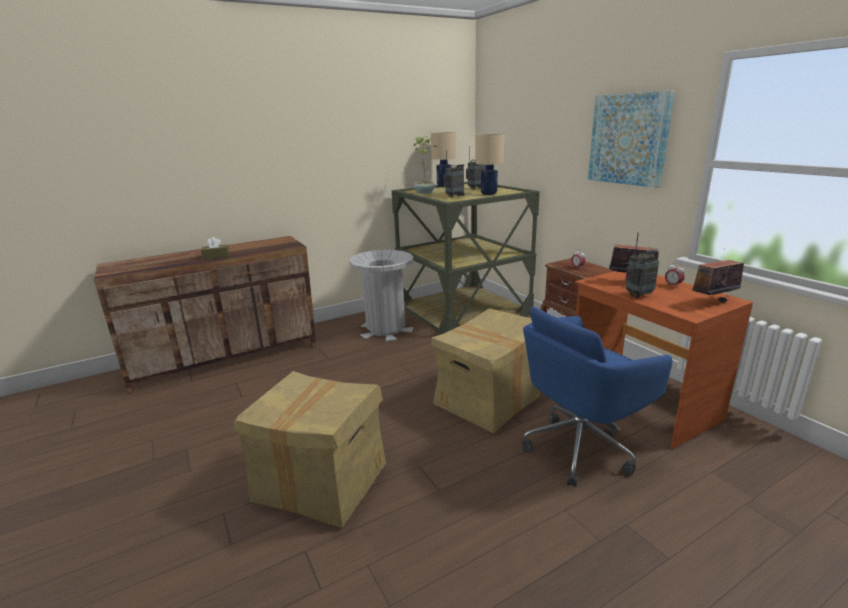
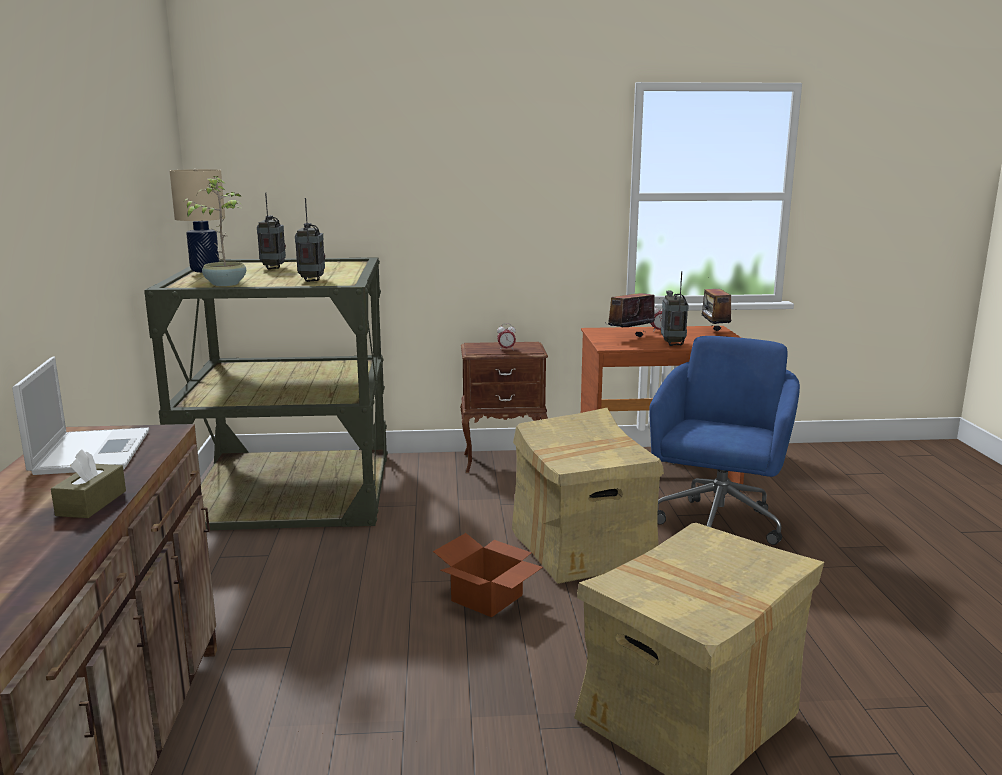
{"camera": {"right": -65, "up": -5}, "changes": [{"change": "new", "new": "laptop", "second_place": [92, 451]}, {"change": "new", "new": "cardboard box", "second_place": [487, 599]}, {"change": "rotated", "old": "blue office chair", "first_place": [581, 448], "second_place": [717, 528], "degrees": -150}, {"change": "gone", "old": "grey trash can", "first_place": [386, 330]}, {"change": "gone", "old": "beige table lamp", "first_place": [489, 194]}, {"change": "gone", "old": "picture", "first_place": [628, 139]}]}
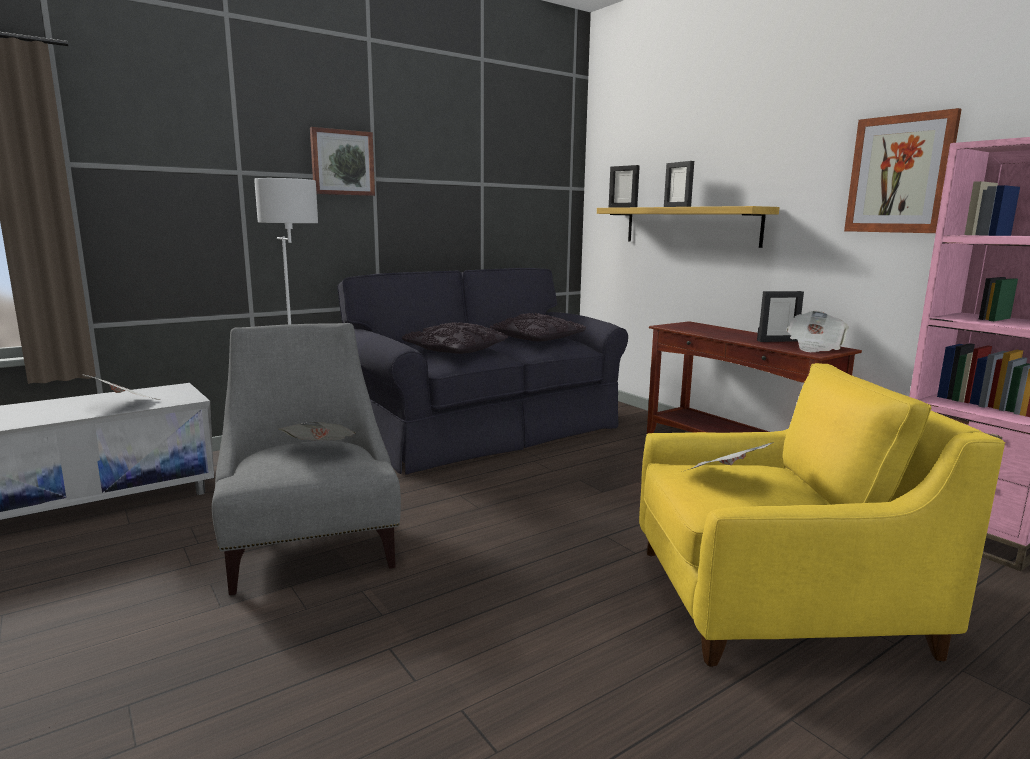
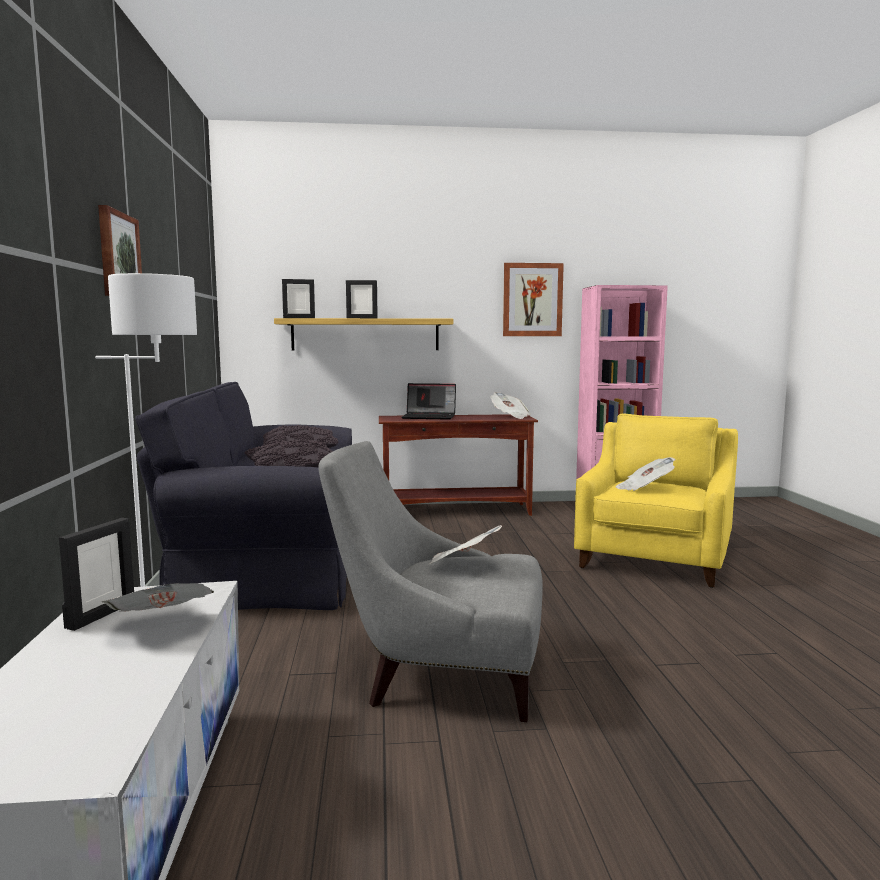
{"camera": {"right": -60, "up": -5}, "changes": [{"change": "shifted", "old": "picture frame", "first_place": [777, 341], "second_place": [101, 614]}, {"change": "new", "new": "laptop", "second_place": [430, 417]}]}
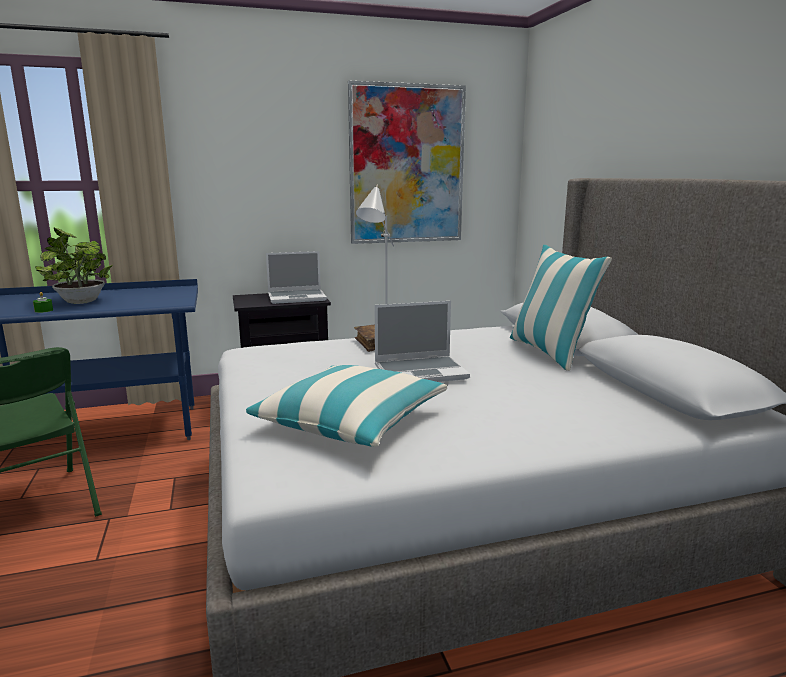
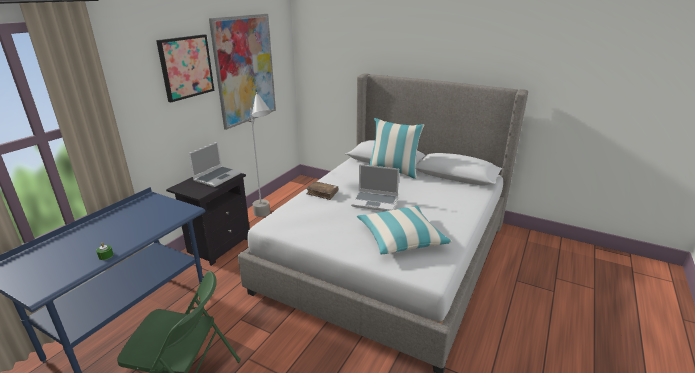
{"camera": {"right": -45, "up": 10}, "changes": [{"change": "new", "new": "picture", "second_place": [186, 67]}, {"change": "rotated", "old": "laptop", "first_place": [421, 372], "second_place": [375, 202], "degrees": 75}, {"change": "gone", "old": "potted plant", "first_place": [79, 301]}]}
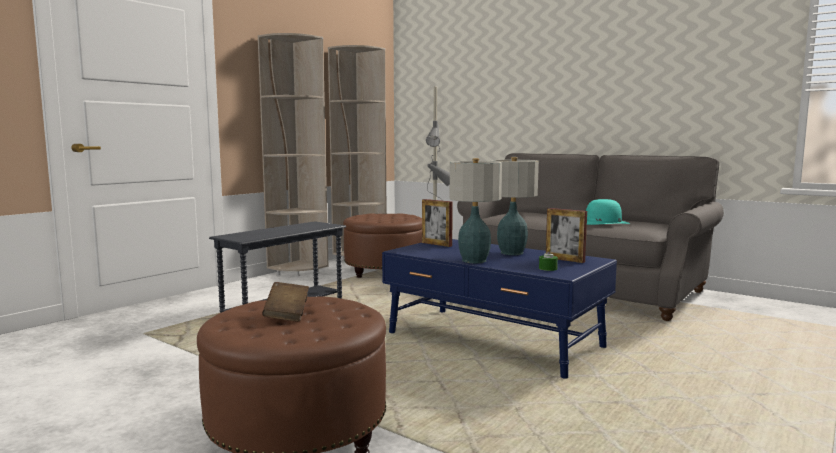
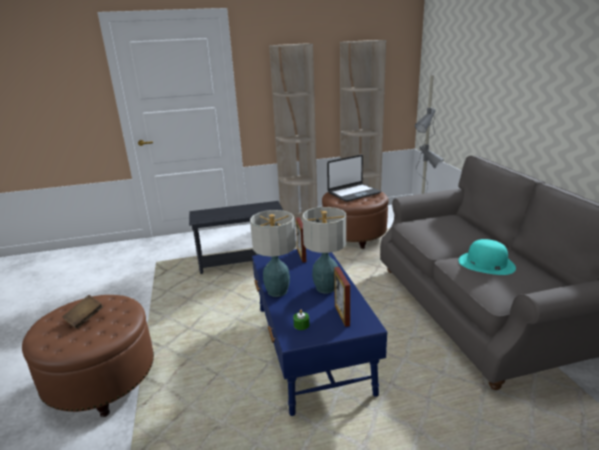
{"camera": {"right": 40, "up": 15}, "changes": [{"change": "new", "new": "laptop", "second_place": [353, 193]}]}
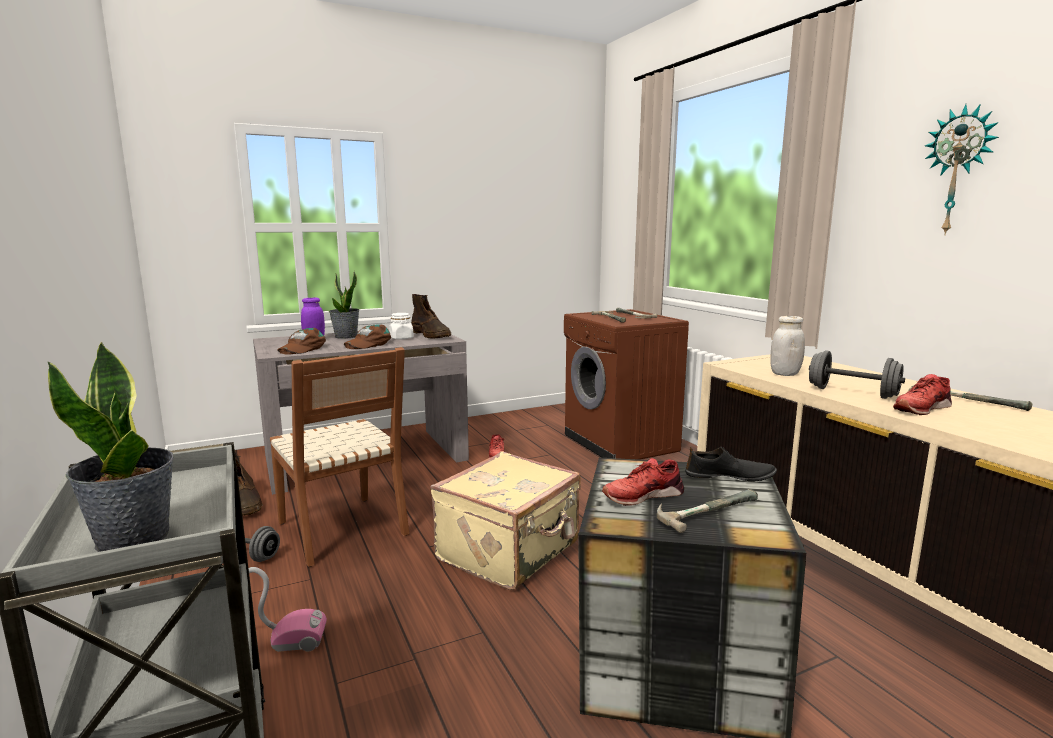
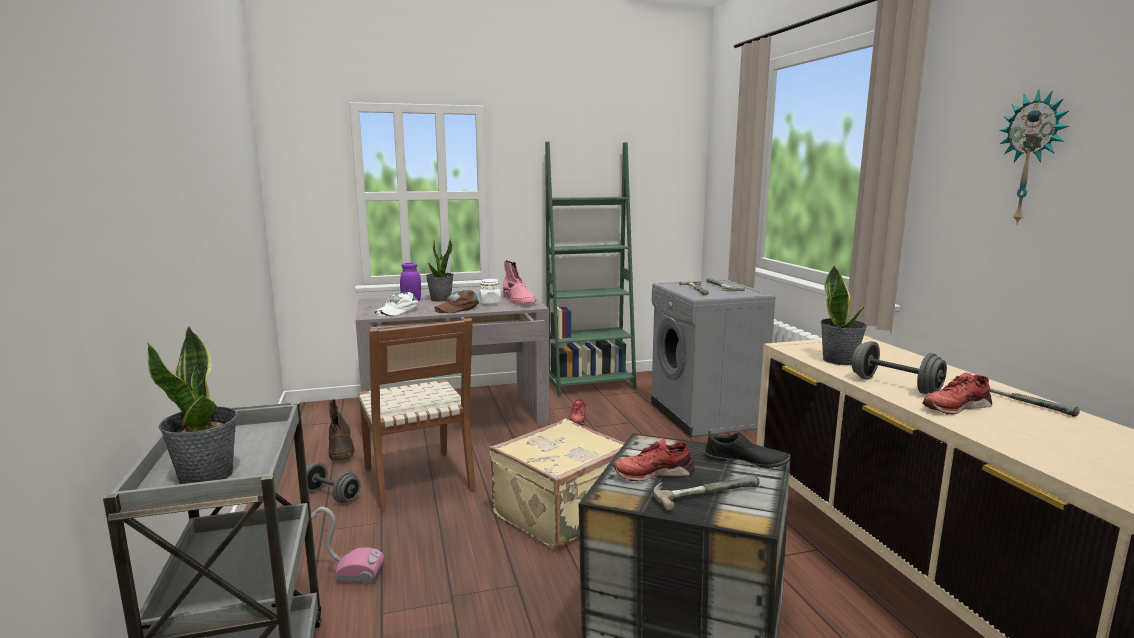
{"camera": {"right": 10, "up": 0}, "changes": [{"change": "repainted", "old": "brown cap", "new": "white cap", "first_place": [302, 349], "second_place": [397, 311]}, {"change": "repainted", "old": "brown boot", "new": "pink boot", "first_place": [431, 335], "second_place": [519, 301]}, {"change": "new", "new": "green bookcase", "second_place": [590, 385]}, {"change": "repainted", "old": "brown washing machine", "new": "grey washing machine", "first_place": [618, 443], "second_place": [703, 416]}, {"change": "swapped", "old": "white jar", "new": "potted plant", "first_place": [784, 374], "second_place": [839, 360]}]}
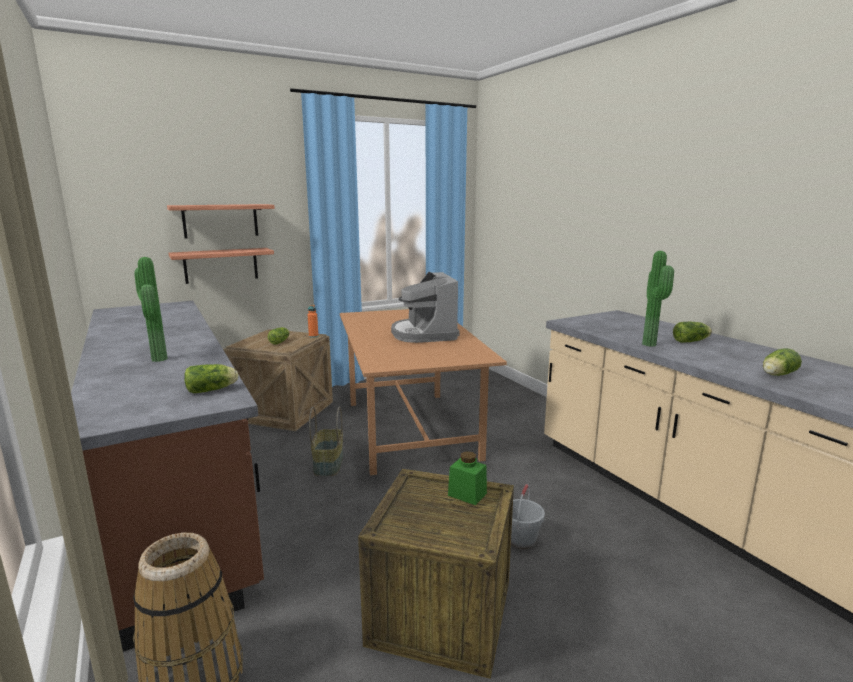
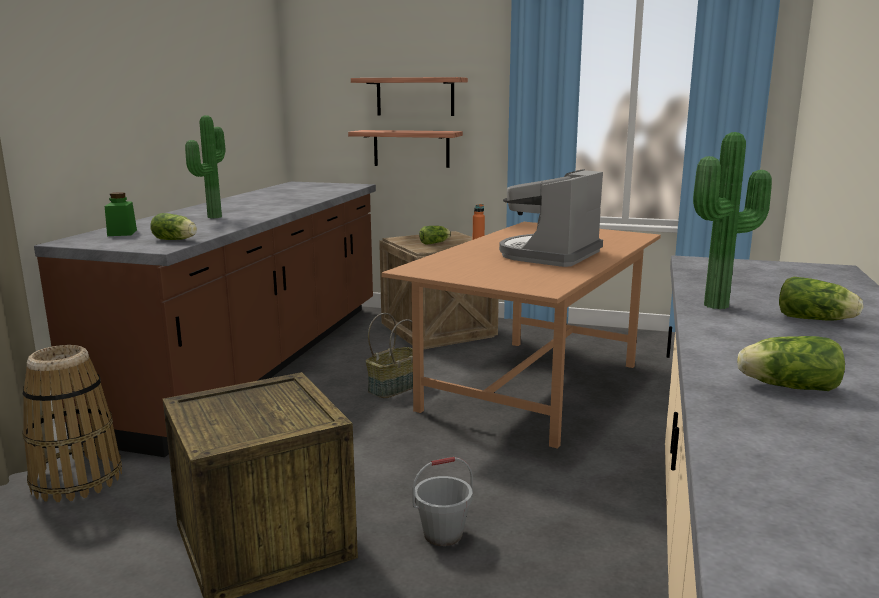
{"camera": {"right": 45, "up": 0}, "changes": [{"change": "shifted", "old": "green jar", "first_place": [467, 494], "second_place": [122, 233]}]}
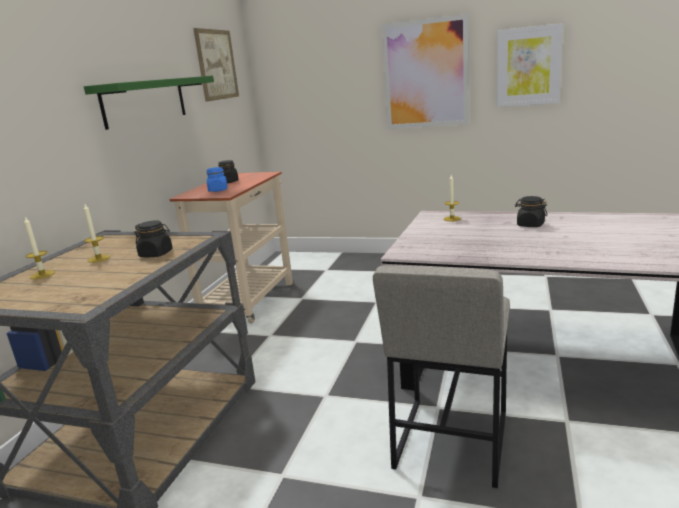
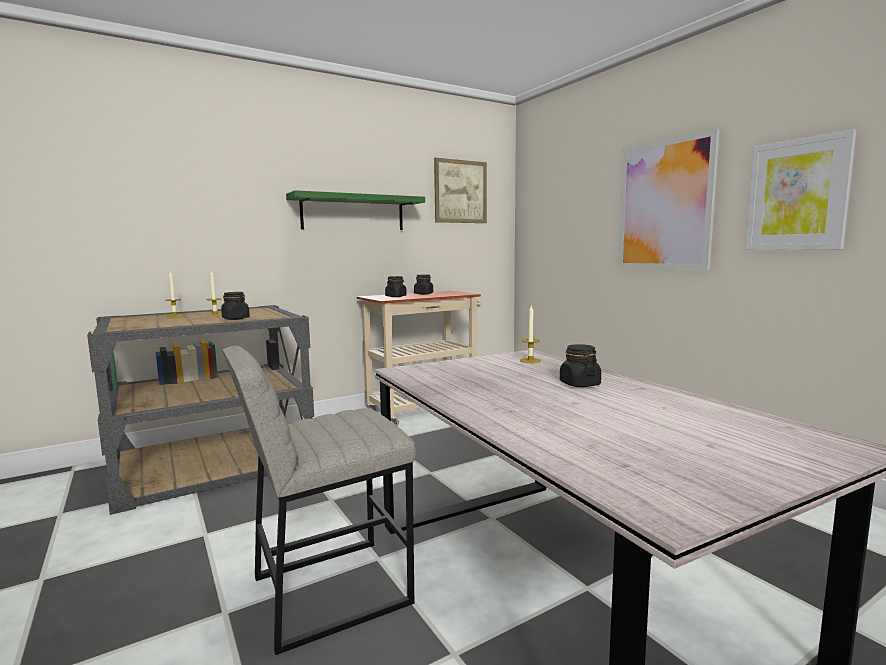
{"camera": {"right": 40, "up": -10}, "changes": [{"change": "repainted", "old": "blue jar", "new": "black jar", "first_place": [218, 190], "second_place": [396, 296]}]}
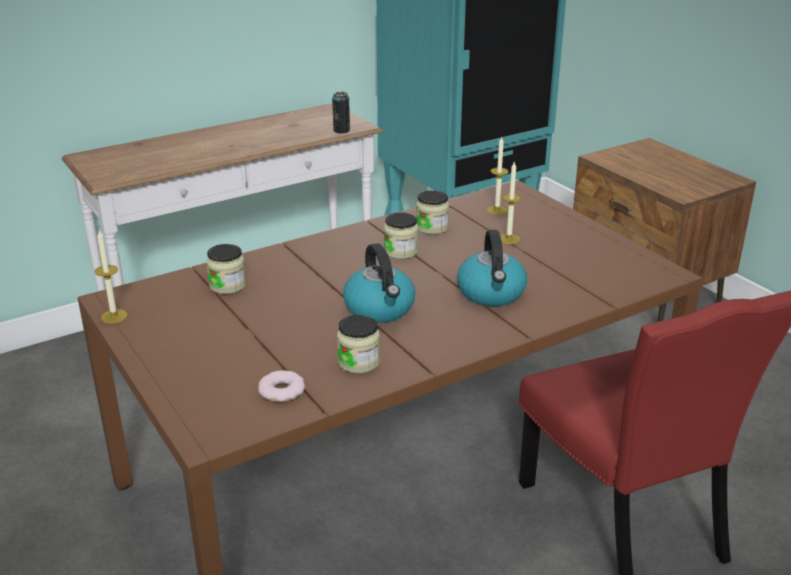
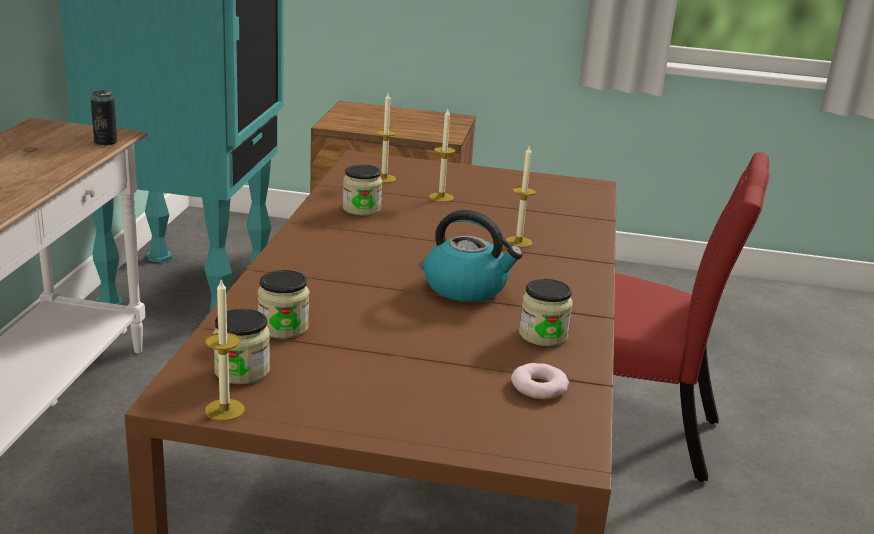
{"camera": {"right": -50, "up": -5}, "changes": [{"change": "shifted", "old": "jar", "first_place": [401, 251], "second_place": [242, 371]}, {"change": "swapped", "old": "kettle", "new": "candle", "first_place": [491, 293], "second_place": [518, 242]}]}
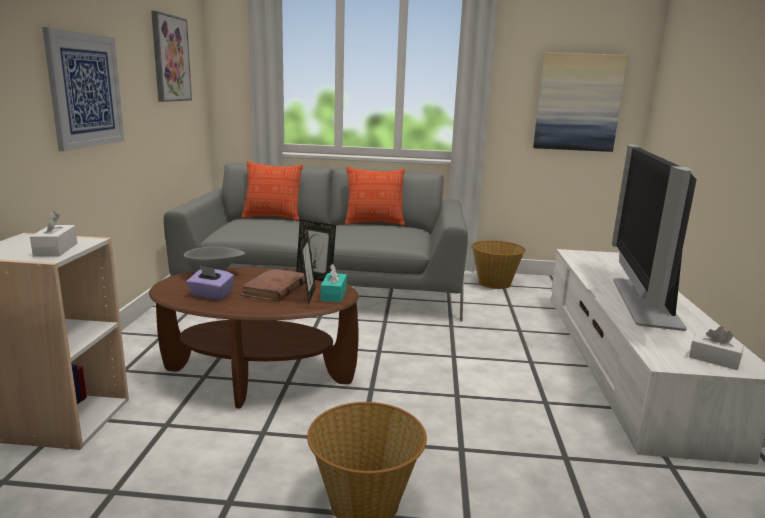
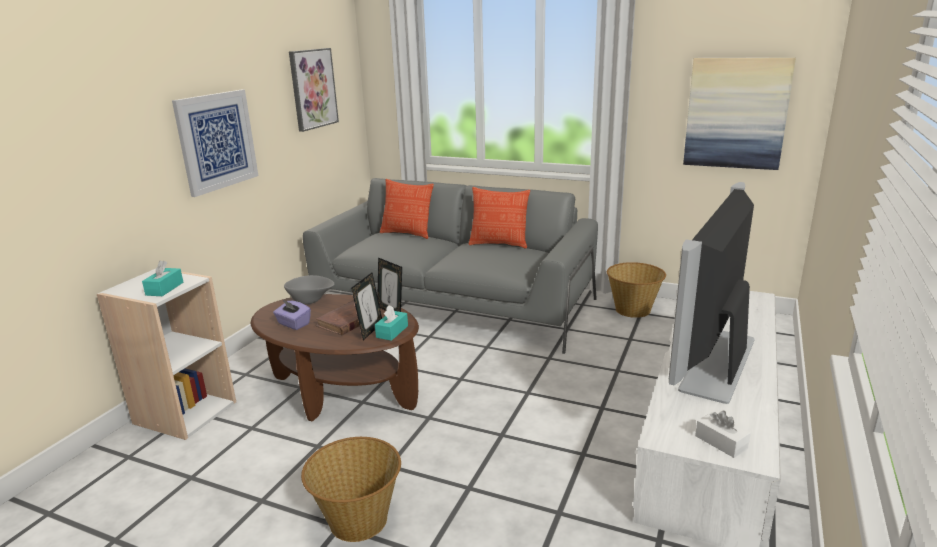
{"camera": {"right": 20, "up": 5}, "changes": [{"change": "repainted", "old": "white tissue box", "new": "turquoise tissue box", "first_place": [56, 250], "second_place": [164, 288]}]}
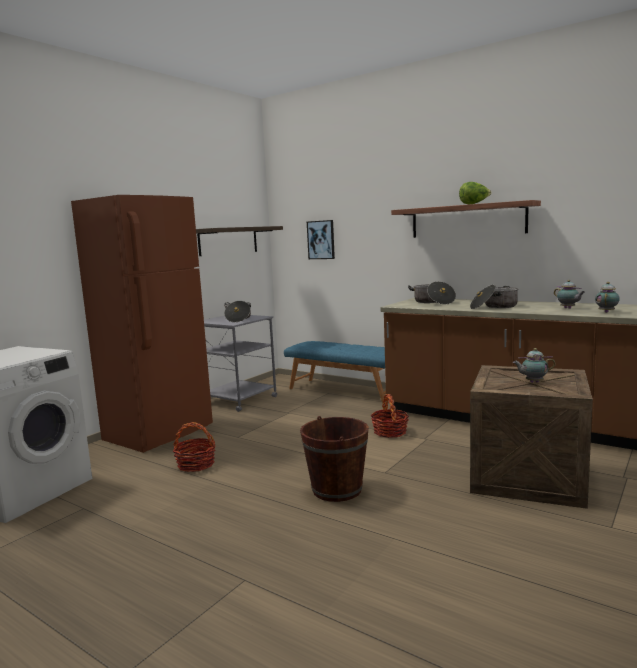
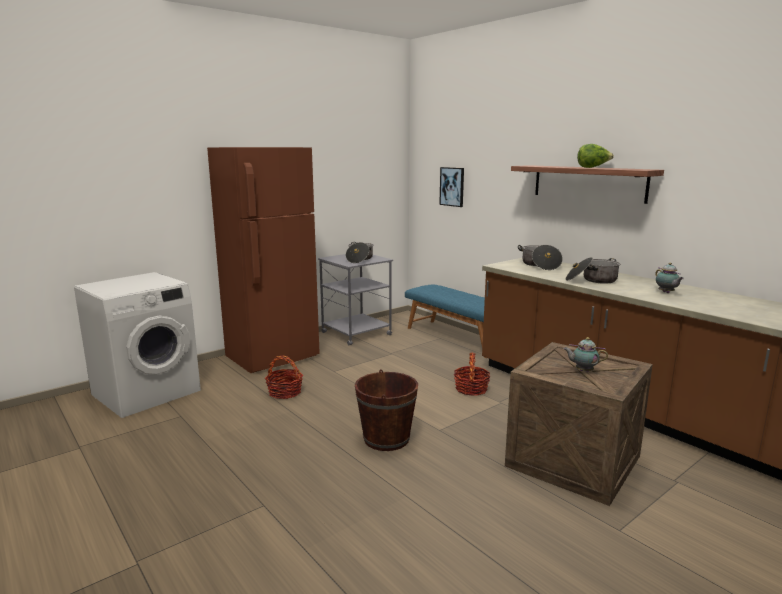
{"camera": {"right": 15, "up": 5}, "changes": [{"change": "gone", "old": "shelf", "first_place": [228, 241]}, {"change": "gone", "old": "teapot", "first_place": [606, 312]}]}
